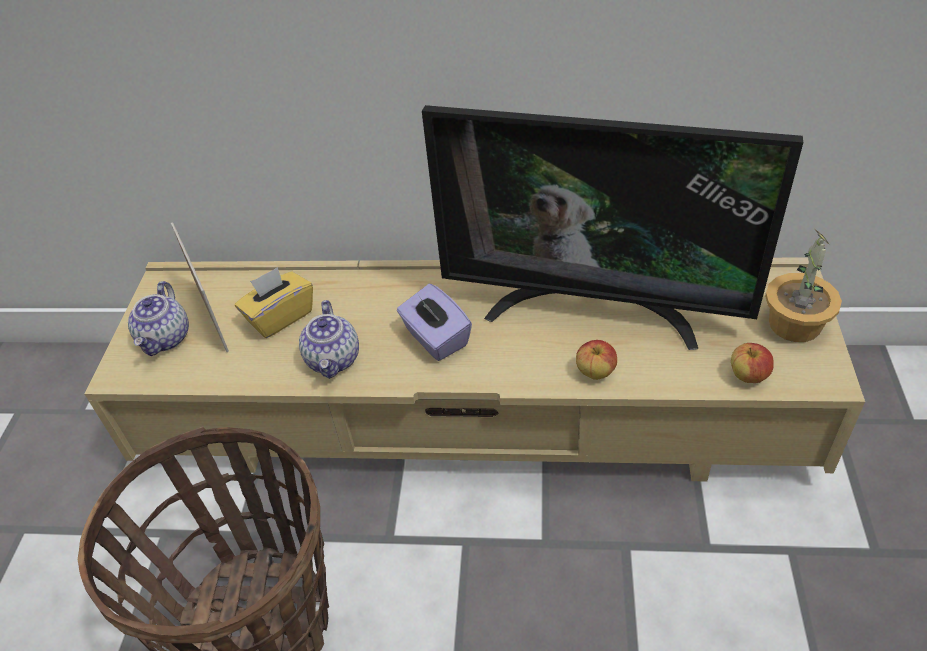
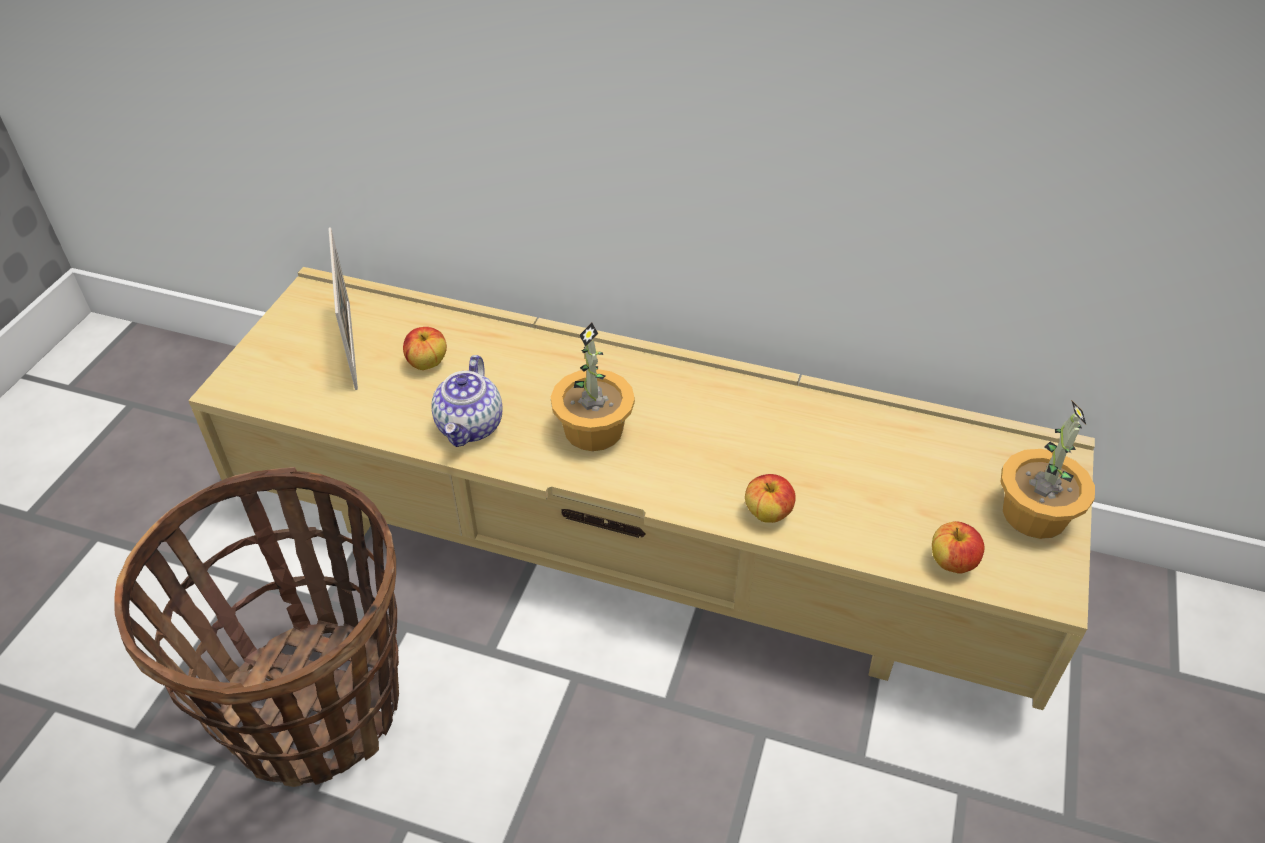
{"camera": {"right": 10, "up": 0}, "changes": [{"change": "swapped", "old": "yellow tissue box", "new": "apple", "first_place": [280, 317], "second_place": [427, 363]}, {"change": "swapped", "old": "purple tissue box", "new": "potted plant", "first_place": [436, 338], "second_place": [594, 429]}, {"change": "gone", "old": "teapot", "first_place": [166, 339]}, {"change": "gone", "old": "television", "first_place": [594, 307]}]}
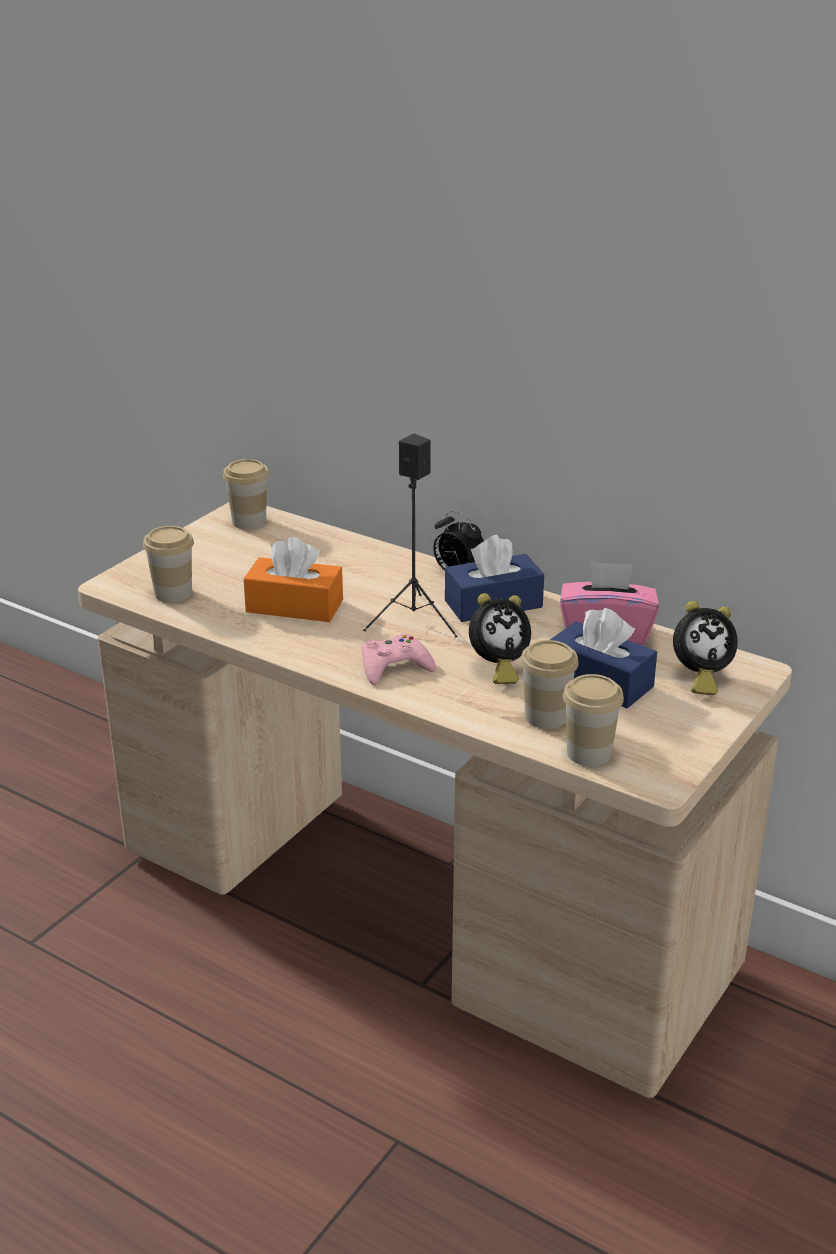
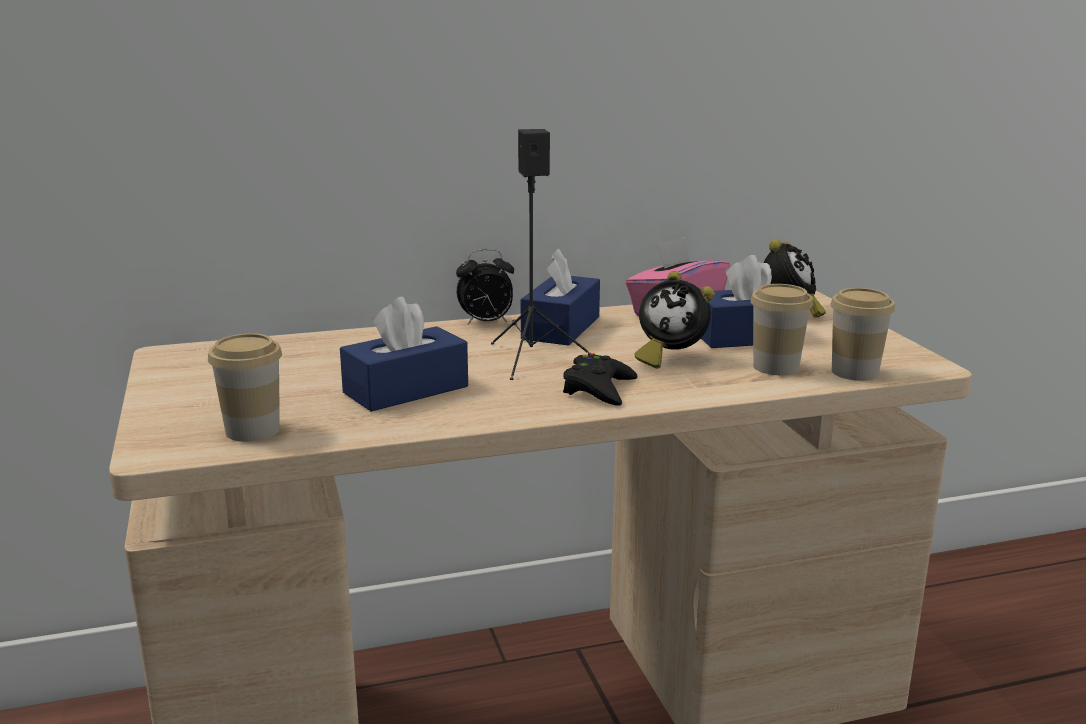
{"camera": {"right": -50, "up": -10}, "changes": [{"change": "repainted", "old": "orange tissue box", "new": "blue tissue box", "first_place": [294, 606], "second_place": [406, 390]}, {"change": "repainted", "old": "pink game controller", "new": "black game controller", "first_place": [394, 666], "second_place": [599, 389]}, {"change": "rotated", "old": "alarm clock", "first_place": [497, 668], "second_place": [669, 358], "degrees": 105}, {"change": "gone", "old": "cup", "first_place": [249, 521]}]}
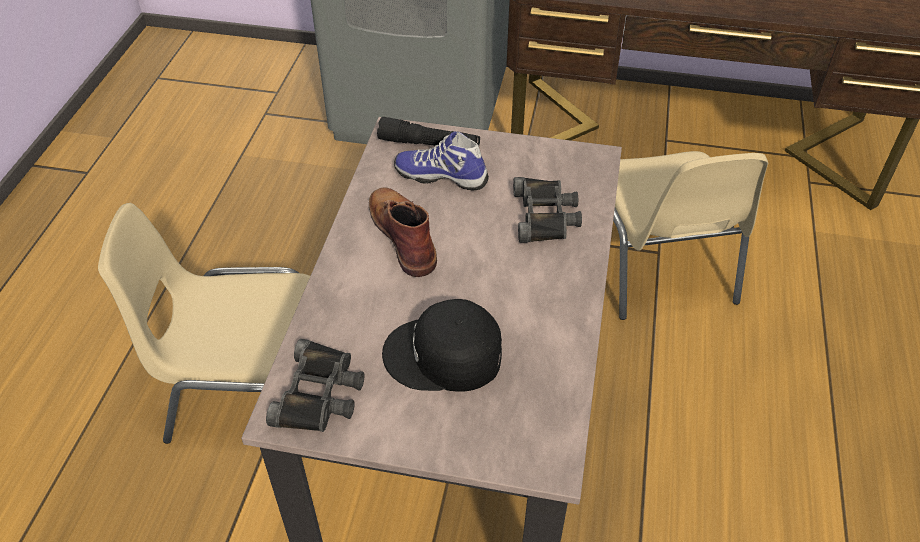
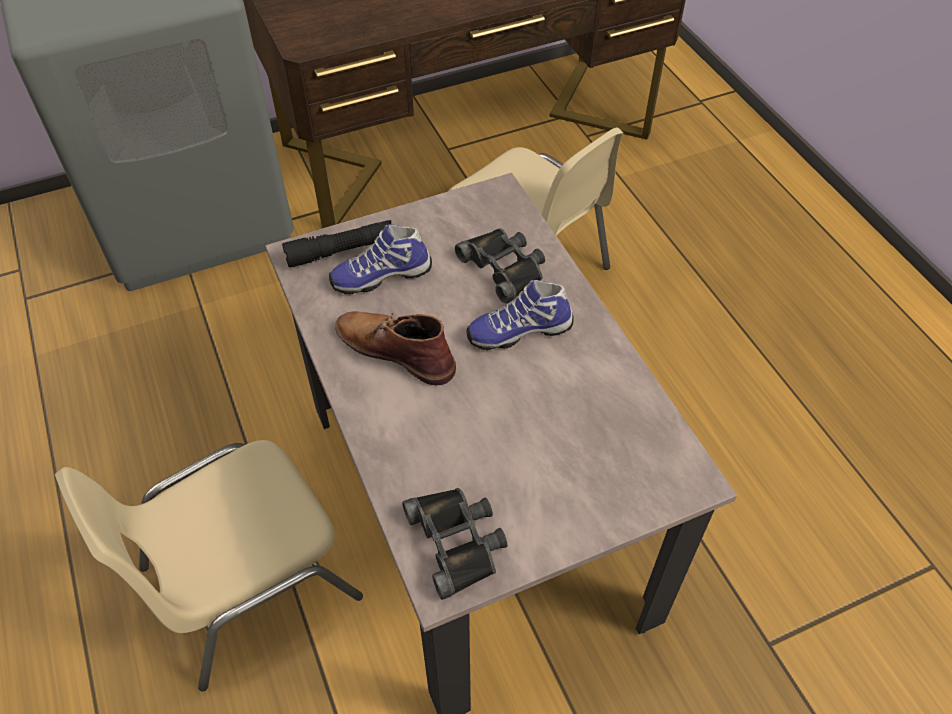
{"camera": {"right": -35, "up": 5}, "changes": [{"change": "new", "new": "shoe", "second_place": [519, 330]}, {"change": "gone", "old": "black cap", "first_place": [444, 356]}]}
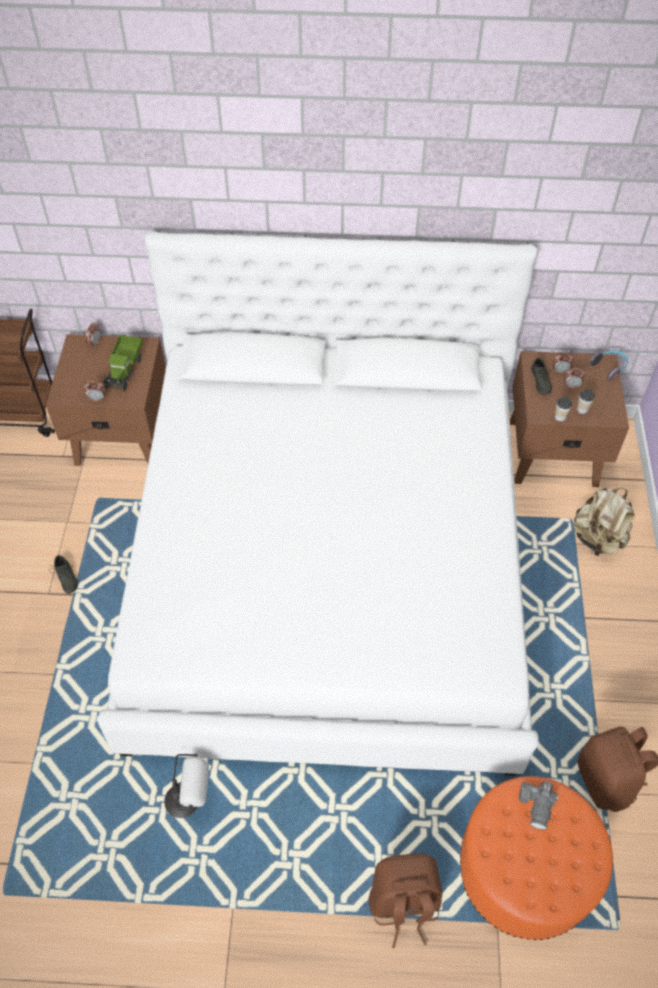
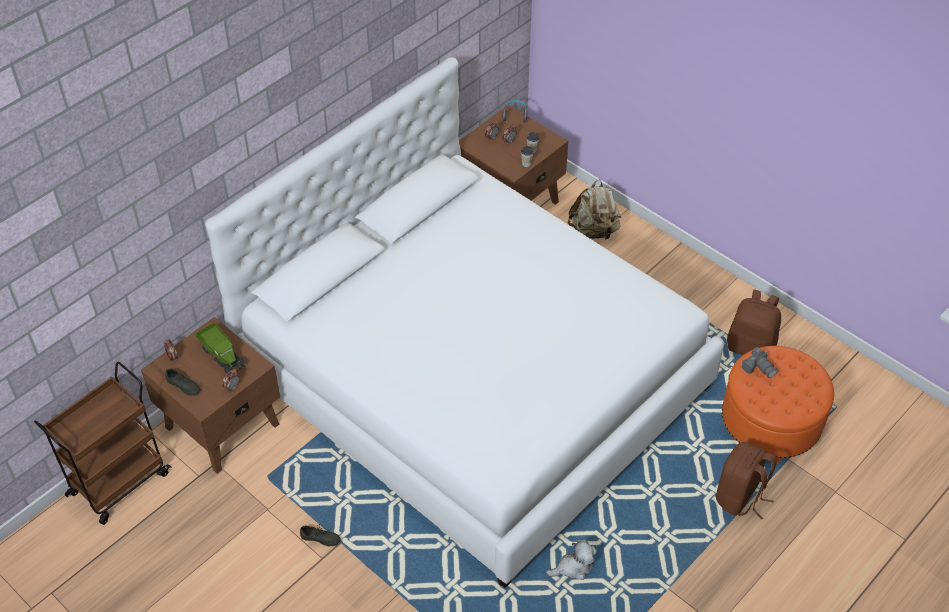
{"camera": {"right": -50, "up": -5}, "changes": [{"change": "shifted", "old": "grey shoe", "first_place": [539, 381], "second_place": [182, 387]}, {"change": "swapped", "old": "table lamp", "new": "plush toy", "first_place": [190, 799], "second_place": [573, 567]}]}
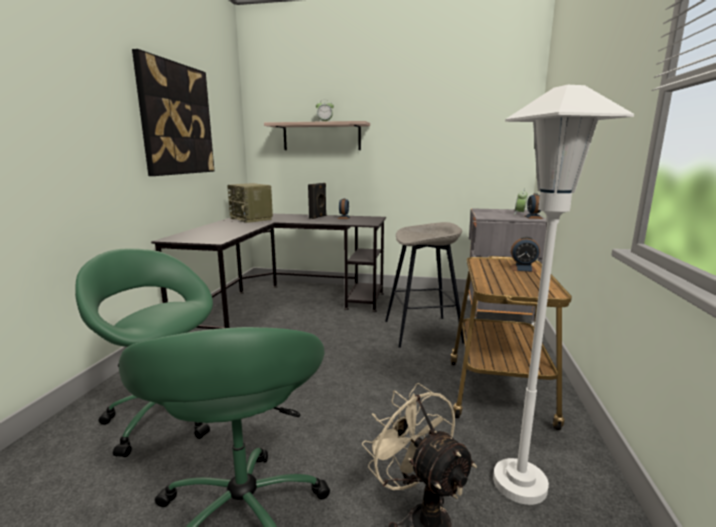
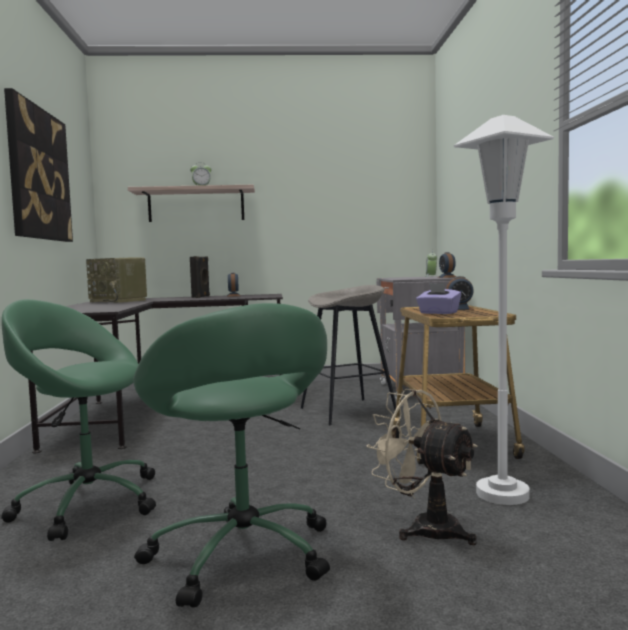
{"camera": {"right": -15, "up": -10}, "changes": [{"change": "new", "new": "purple tissue box", "second_place": [438, 313]}]}
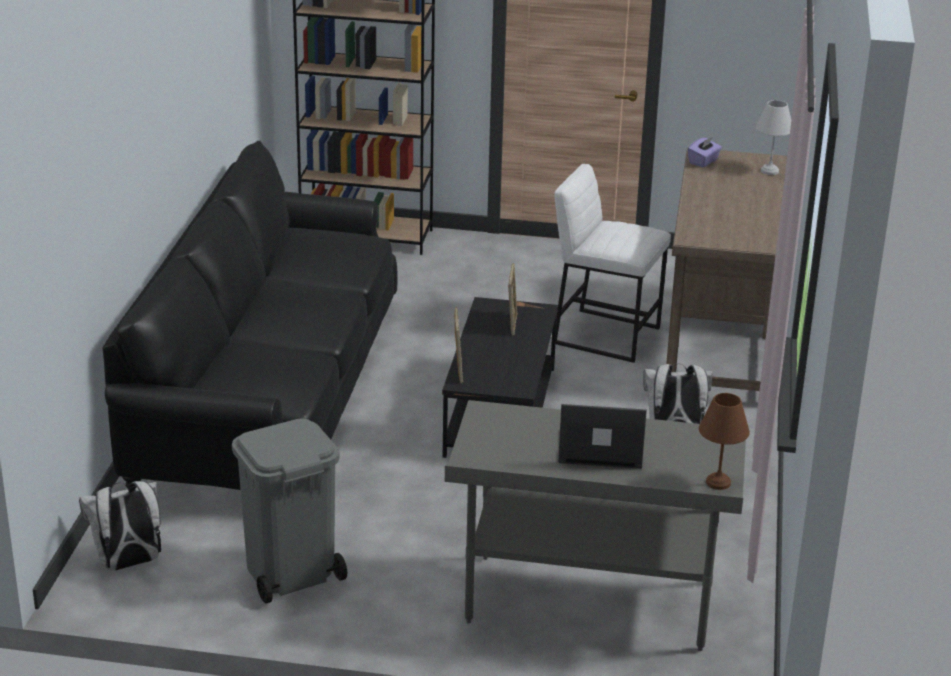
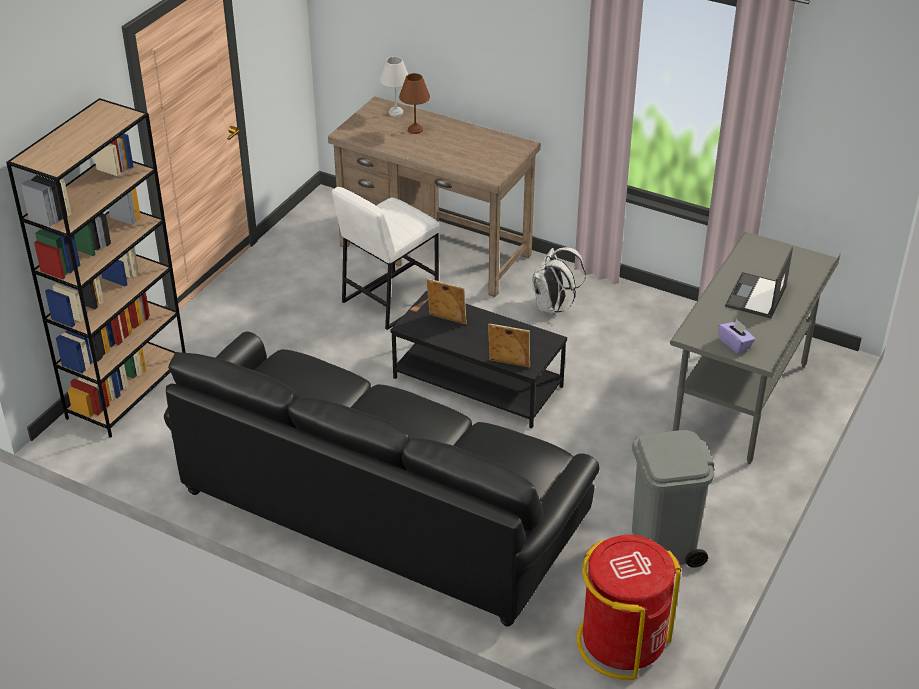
{"camera": {"right": -70, "up": 10}, "changes": [{"change": "shifted", "old": "brown table lamp", "first_place": [717, 482], "second_place": [414, 130]}, {"change": "swapped", "old": "white backpack", "new": "red trash can", "first_place": [128, 564], "second_place": [622, 642]}, {"change": "shifted", "old": "purple tissue box", "first_place": [703, 161], "second_place": [735, 344]}]}
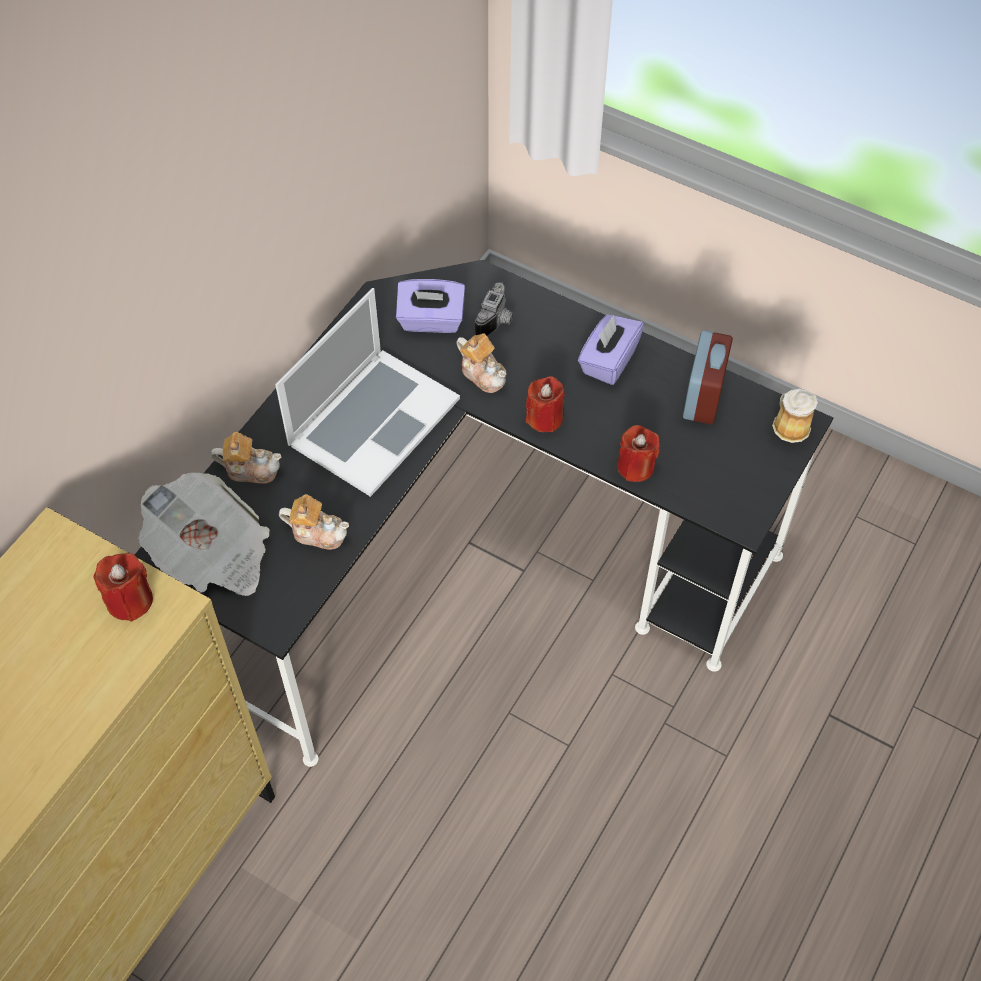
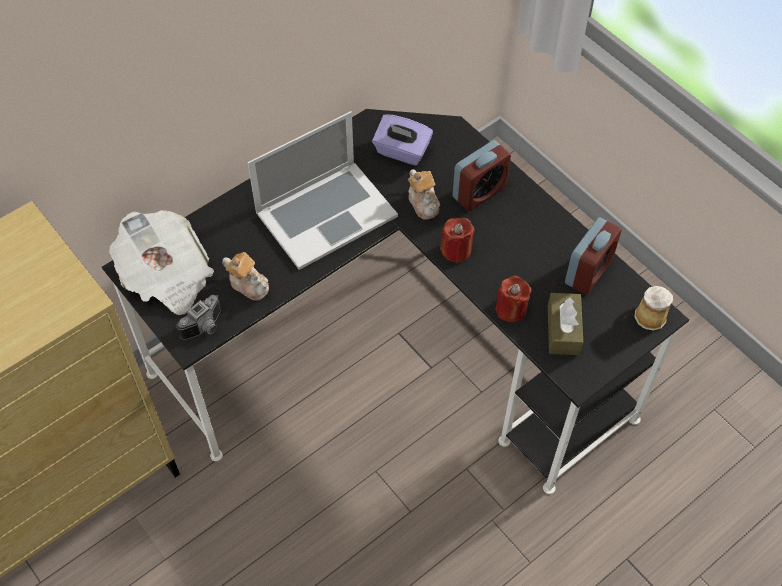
{"camera": {"right": 20, "up": 0}, "changes": [{"change": "shifted", "old": "photo camera", "first_place": [498, 321], "second_place": [205, 327]}, {"change": "new", "new": "alarm clock", "second_place": [479, 192]}, {"change": "new", "new": "brown tissue box", "second_place": [563, 330]}, {"change": "gone", "old": "red candle", "first_place": [130, 600]}, {"change": "gone", "old": "teapot", "first_place": [250, 469]}, {"change": "gone", "old": "purple tissue box", "first_place": [608, 361]}]}
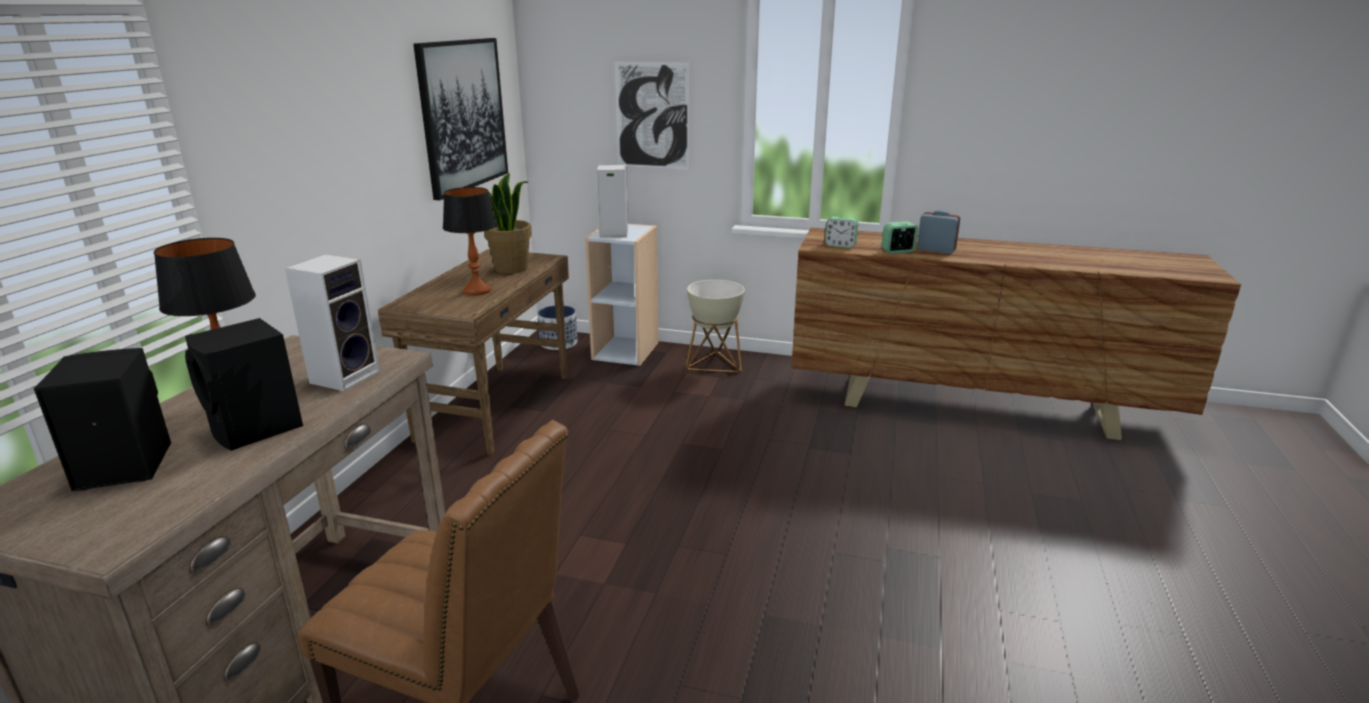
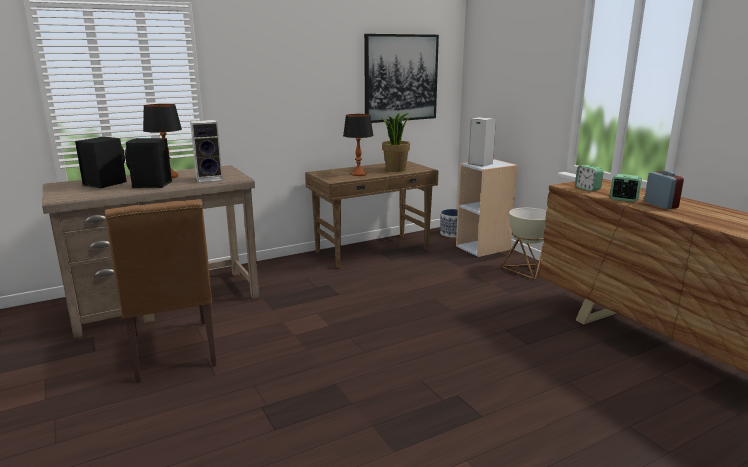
{"camera": {"right": 45, "up": -5}, "changes": [{"change": "gone", "old": "picture", "first_place": [652, 116]}]}
